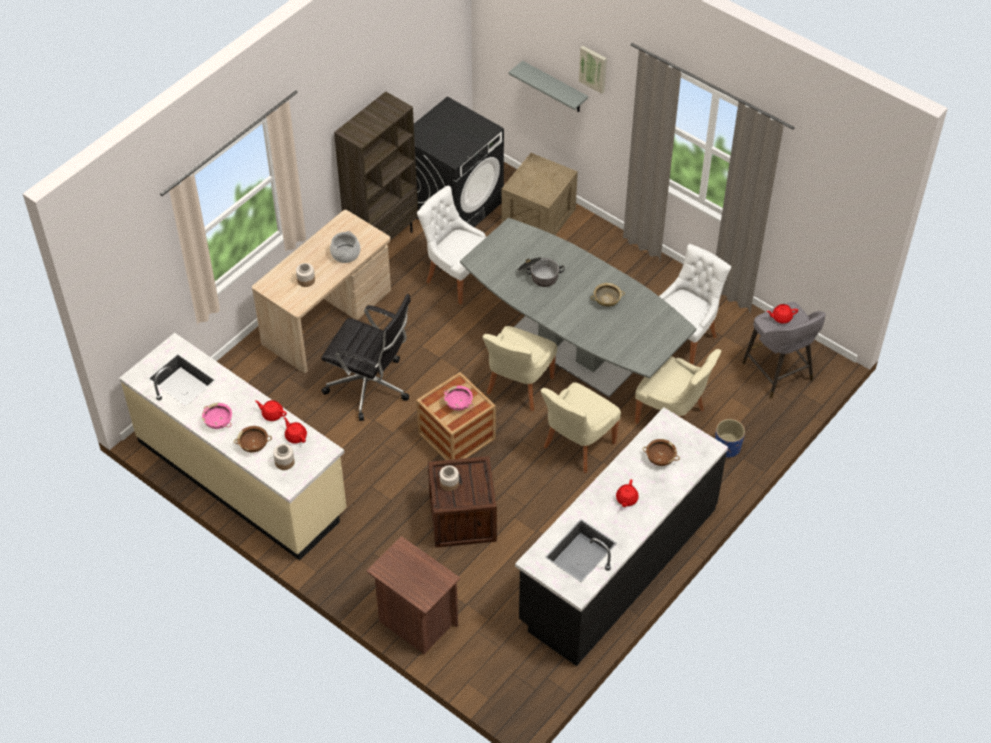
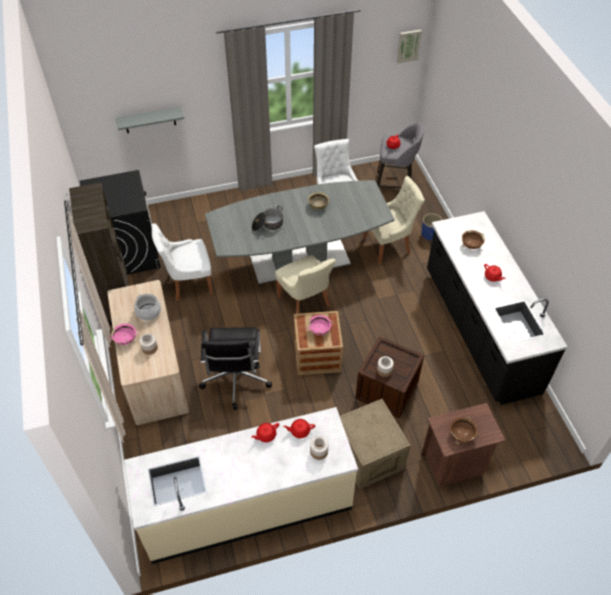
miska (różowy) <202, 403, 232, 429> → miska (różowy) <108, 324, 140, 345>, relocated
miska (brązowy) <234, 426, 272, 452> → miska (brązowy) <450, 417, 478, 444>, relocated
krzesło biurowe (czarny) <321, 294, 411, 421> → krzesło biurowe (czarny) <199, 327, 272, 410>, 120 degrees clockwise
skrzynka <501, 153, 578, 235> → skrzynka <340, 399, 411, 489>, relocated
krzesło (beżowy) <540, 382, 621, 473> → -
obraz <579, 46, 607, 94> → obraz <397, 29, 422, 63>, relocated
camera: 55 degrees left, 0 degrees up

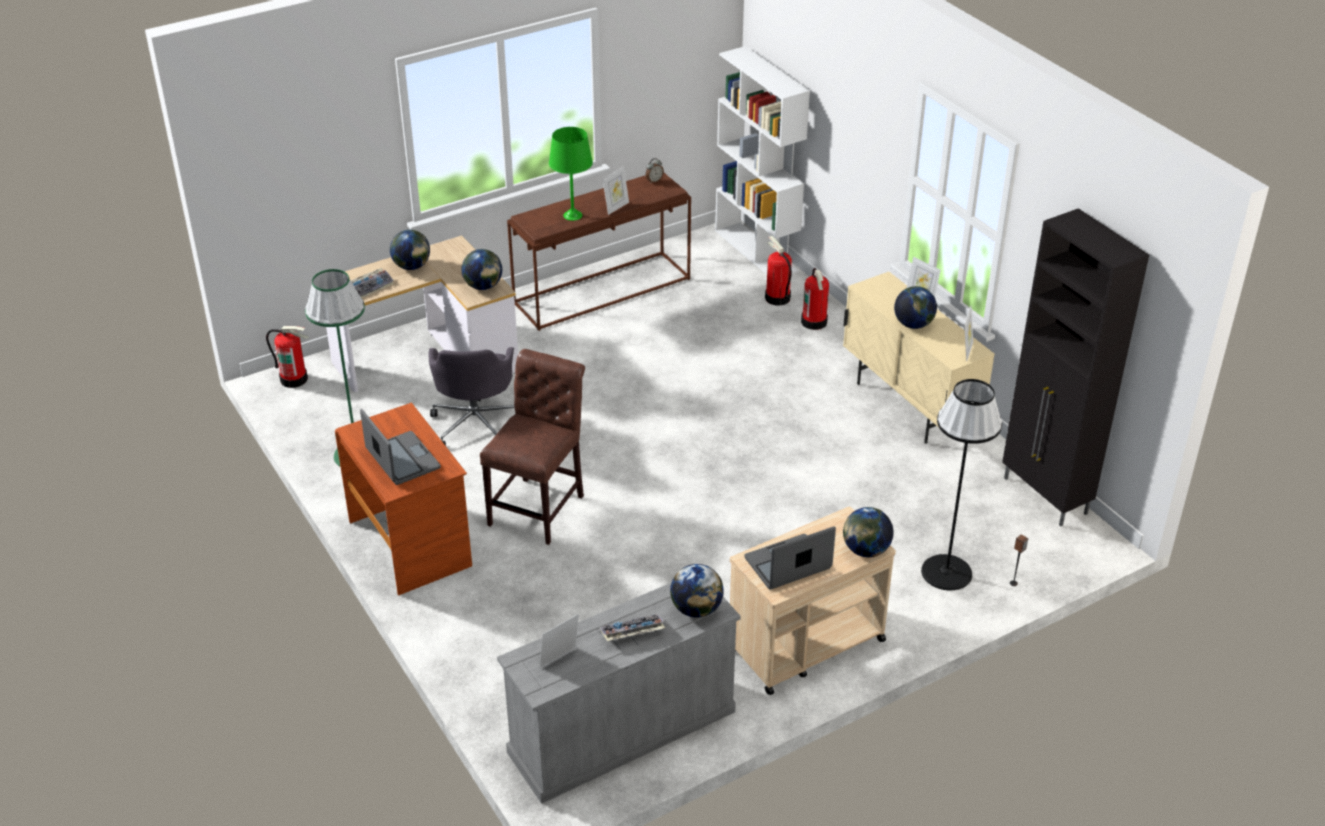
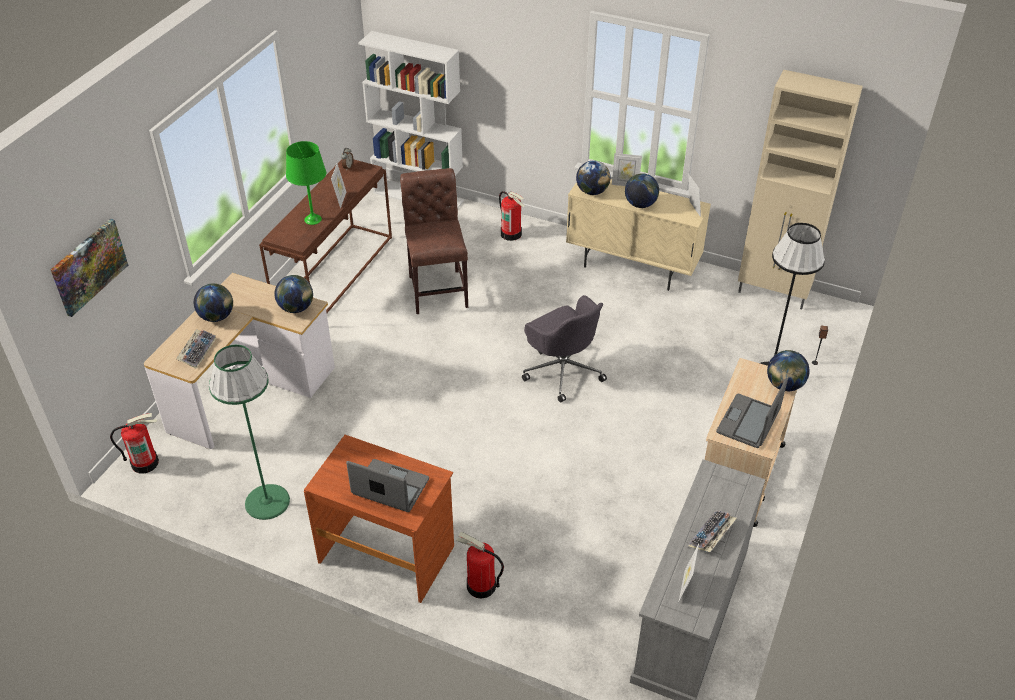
krzesło biurowe (szary) <429, 347, 515, 446> → krzesło biurowe (szary) <522, 295, 607, 403>, relocated
krzesło (brązowy) <480, 349, 585, 545> → krzesło (brązowy) <400, 168, 468, 314>, relocated
globus <670, 564, 724, 618> → globus <576, 160, 611, 195>, relocated
gaśnica <765, 236, 792, 305> → gaśnica <456, 532, 504, 599>, relocated
szafka (czarny) <1002, 208, 1149, 527> → szafka (beżowy) <738, 70, 863, 310>
- → obraz <50, 219, 128, 317>
camera: 35 degrees left, 5 degrees up

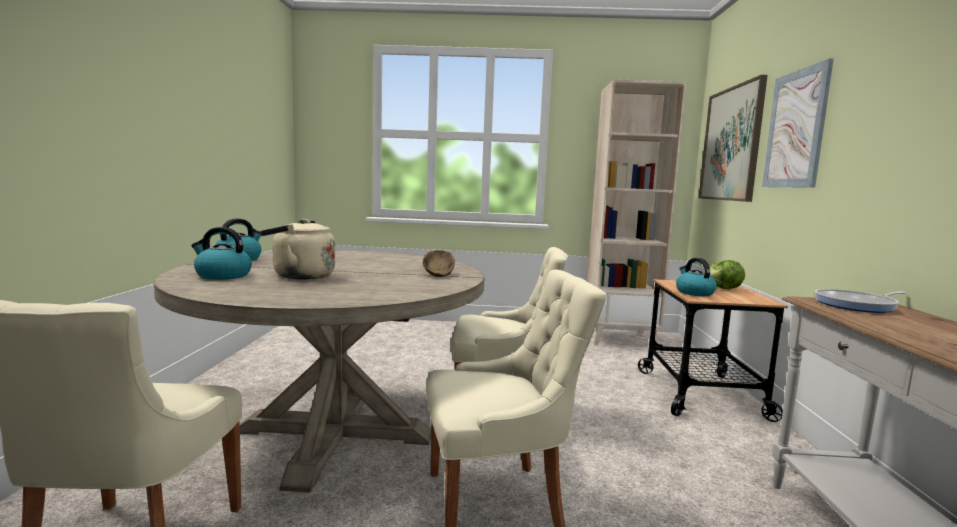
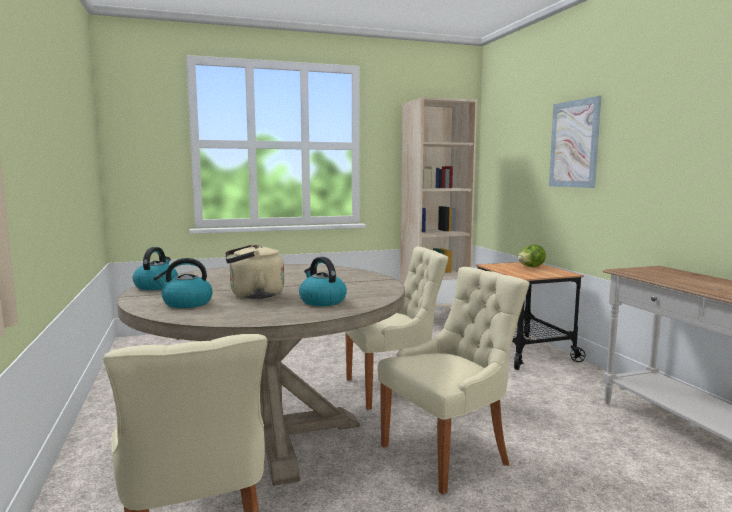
miska (brązowy) <423, 250, 455, 277> → -
czajnik <676, 258, 717, 296> → czajnik <299, 257, 347, 306>, relocated
obraz <699, 75, 768, 202> → -
patelnia <815, 289, 907, 313> → -
camera: 20 degrees left, 0 degrees up

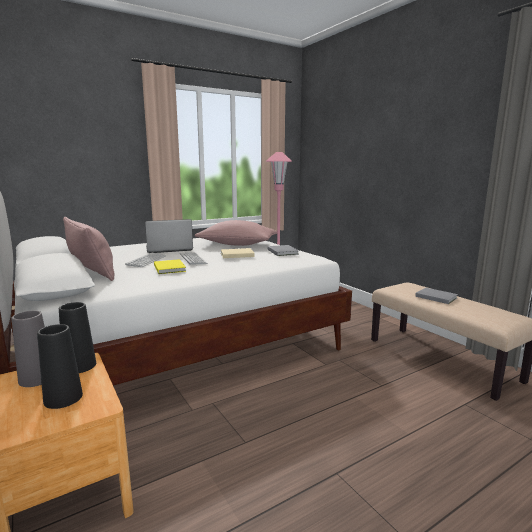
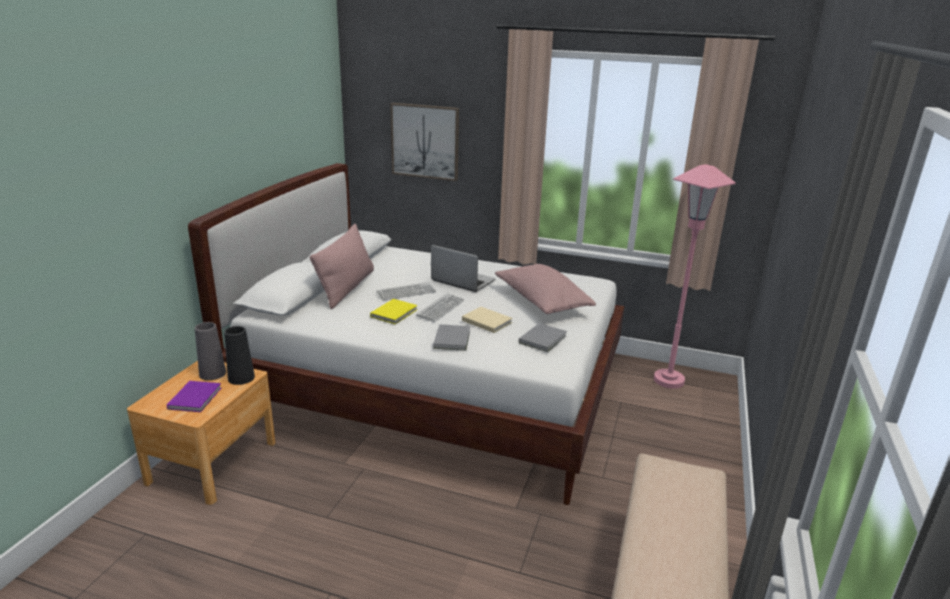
wazon (czarny) <37, 324, 83, 409> → książka (fioletowy) <167, 381, 221, 412>
książka (szary) <415, 288, 458, 304> → książka (szary) <433, 324, 470, 351>, relocated
- → obraz <390, 103, 459, 181>
camera: 50 degrees right, 10 degrees up

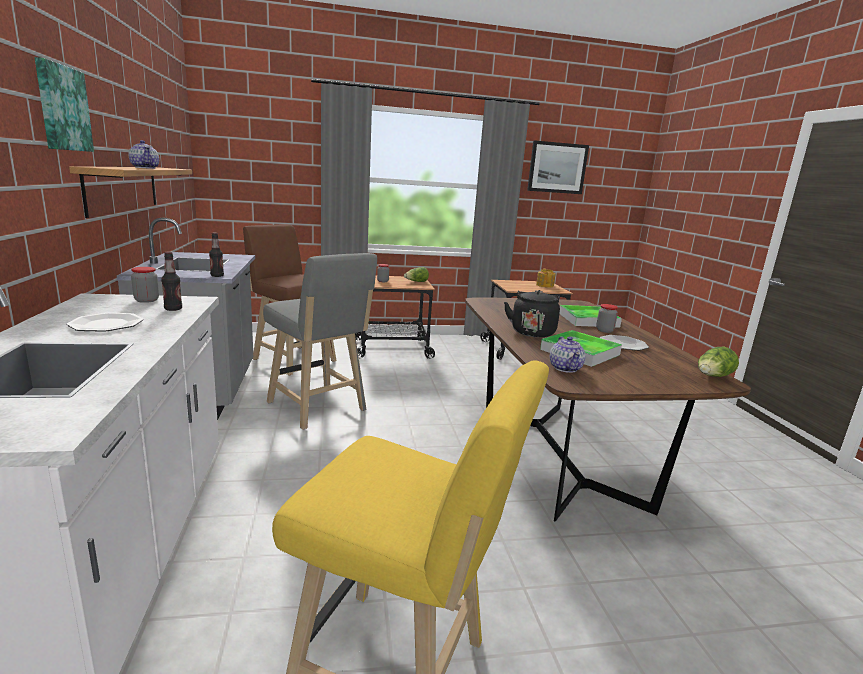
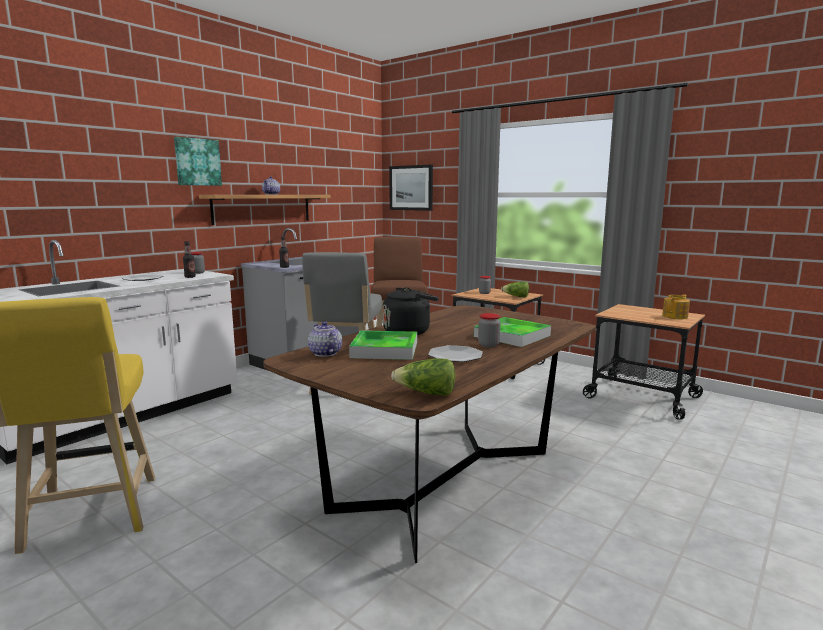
obraz <527, 140, 589, 194> → obraz <389, 164, 433, 211>, relocated
imbryk <550, 336, 586, 373> → imbryk <308, 321, 342, 357>, 105 degrees clockwise
camera: 50 degrees right, 5 degrees down

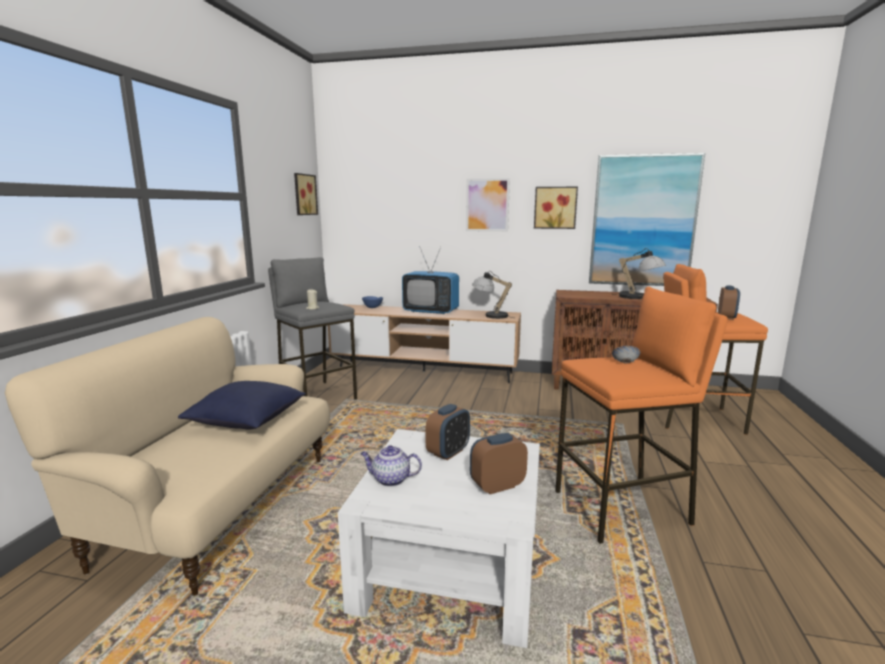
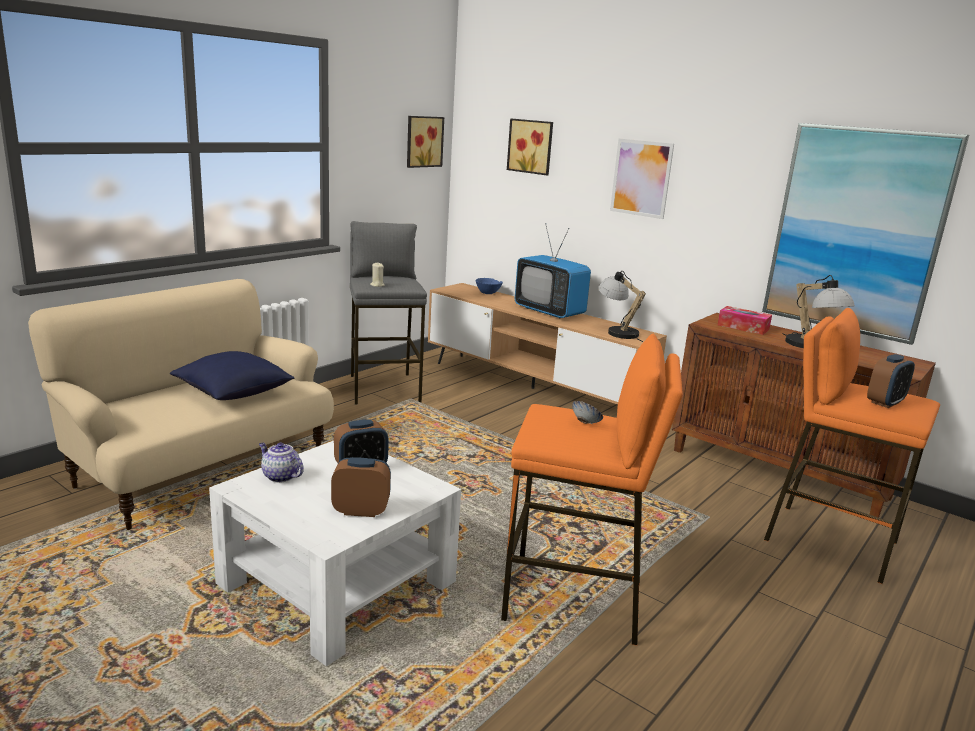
obraz <534, 187, 578, 229> → obraz <507, 119, 553, 175>, relocated
- → pudełko chusteczek <718, 306, 772, 335>
camera: 25 degrees right, 5 degrees up

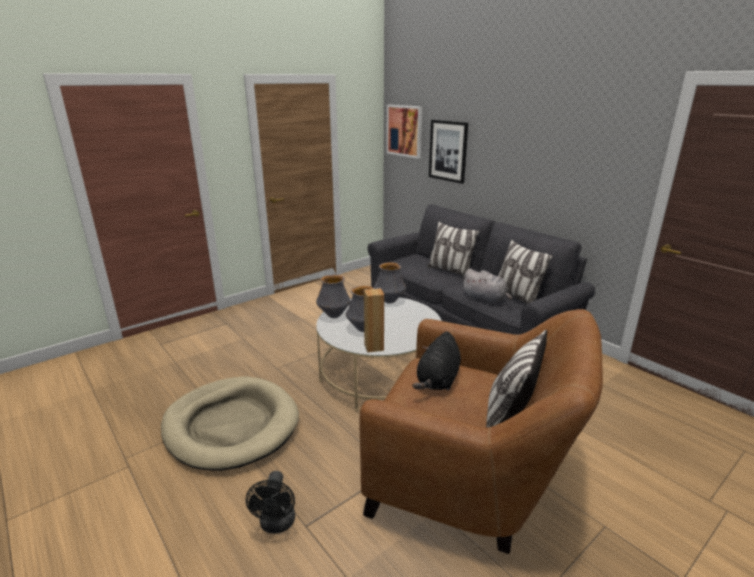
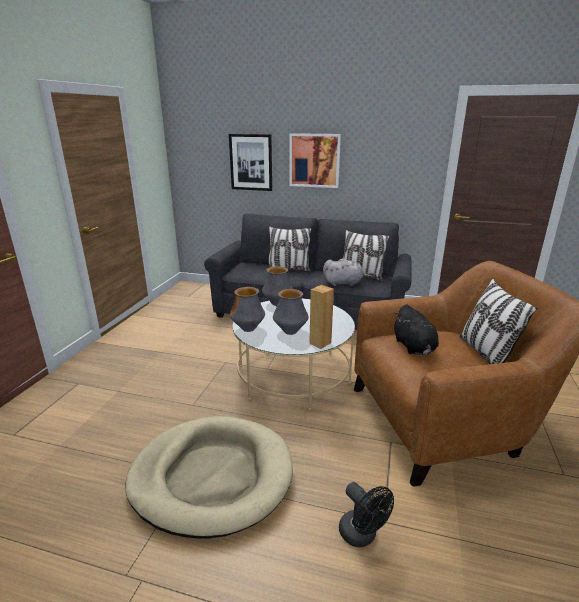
obraz <386, 105, 422, 159> → obraz <290, 133, 341, 188>, relocated
camera: 35 degrees left, 0 degrees up

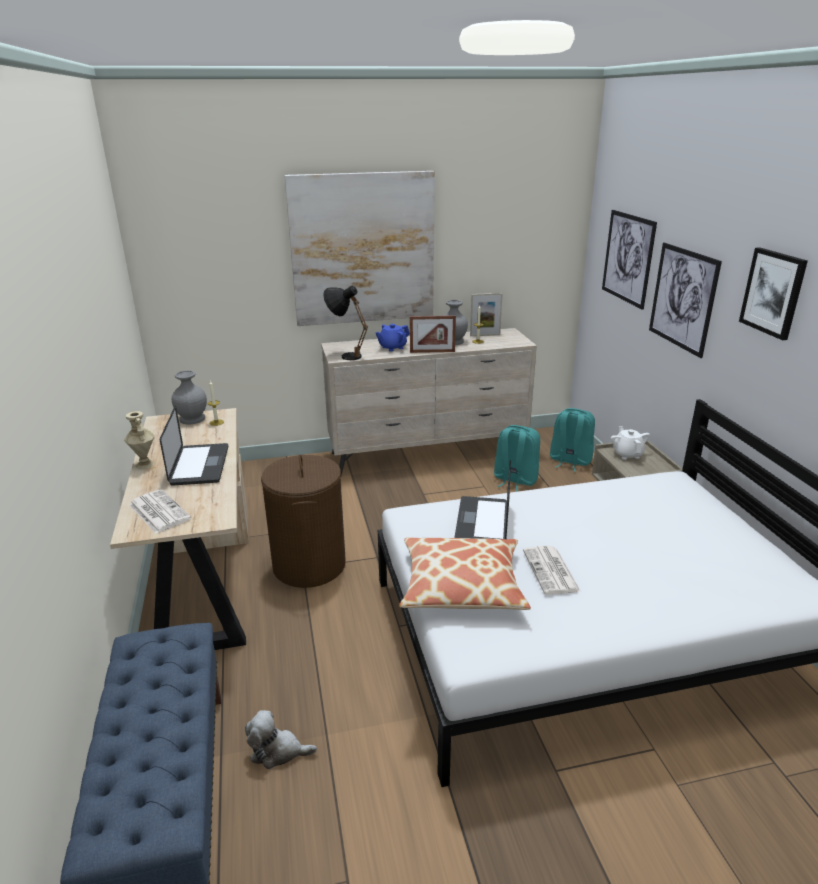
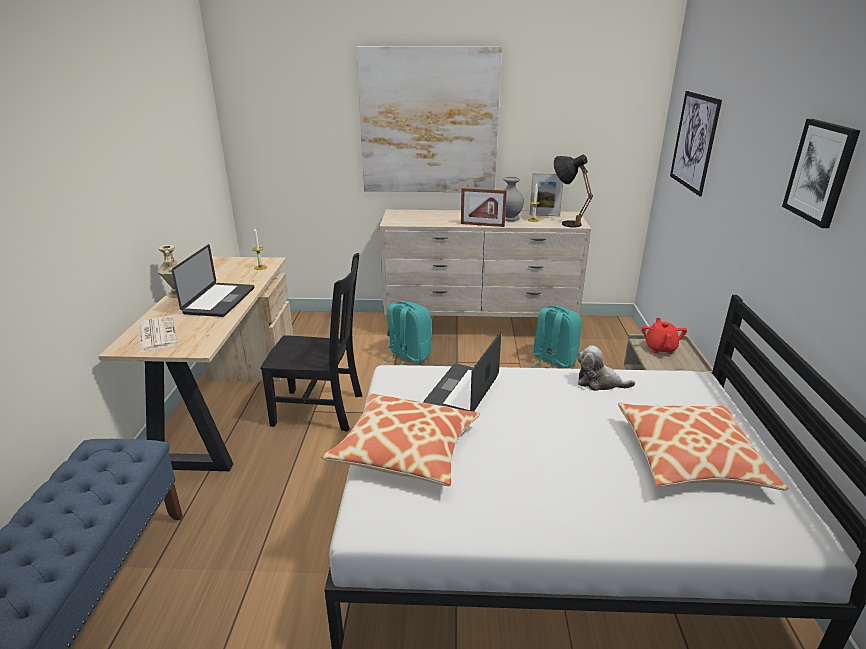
wazon (szary) <172, 370, 207, 424> → -
pluszak <245, 710, 317, 769> → pluszak <577, 345, 635, 391>, relocated
kosz na pranie (brązowy) <261, 455, 346, 588> → krzesło (czarny) <260, 253, 362, 432>
lampa stołowa (czarny) <323, 285, 368, 360> → lampa stołowa (czarny) <554, 154, 593, 228>, relocated
imbryk (niebieski) <376, 324, 410, 352> → -
gazeta <523, 546, 581, 595> → -
plecak (turkusowy) <550, 408, 595, 472> → plecak (turkusowy) <384, 301, 432, 365>, relocated
imbryk (biały) <611, 426, 650, 460> → imbryk (czerwony) <642, 318, 687, 354>
obraz <649, 243, 722, 358> → -
- → poduszka <618, 403, 788, 491>
camera: 15 degrees right, 0 degrees up

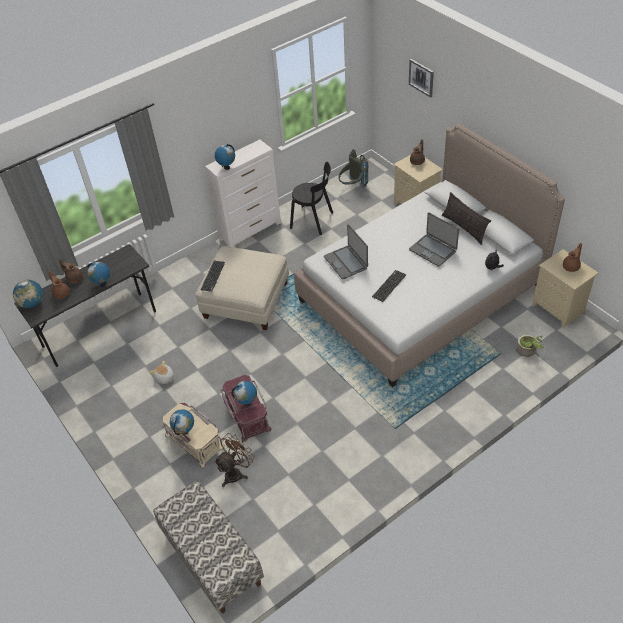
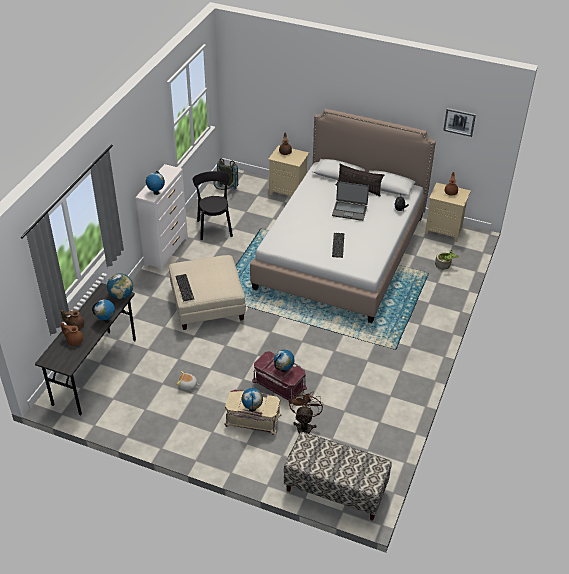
globus <13, 280, 43, 308> → globus <107, 273, 133, 299>, relocated
krzesło (czarny) <290, 162, 333, 235> → krzesło (czarny) <193, 171, 233, 240>, 90 degrees counterclockwise
laptop <324, 224, 368, 279> → -
obraz <409, 59, 434, 98> → obraz <443, 108, 476, 137>, relocated
camera: 35 degrees left, 5 degrees down

